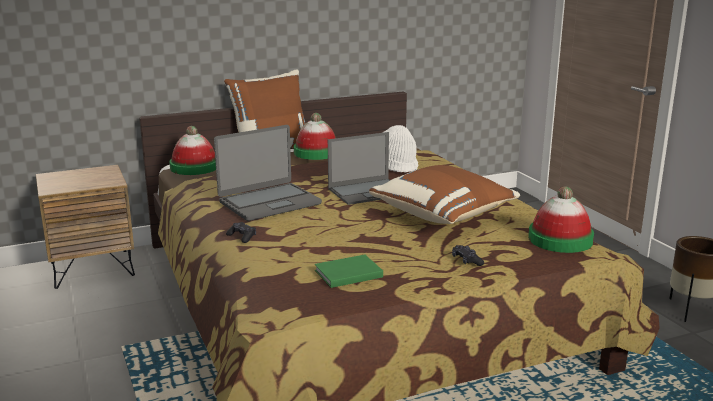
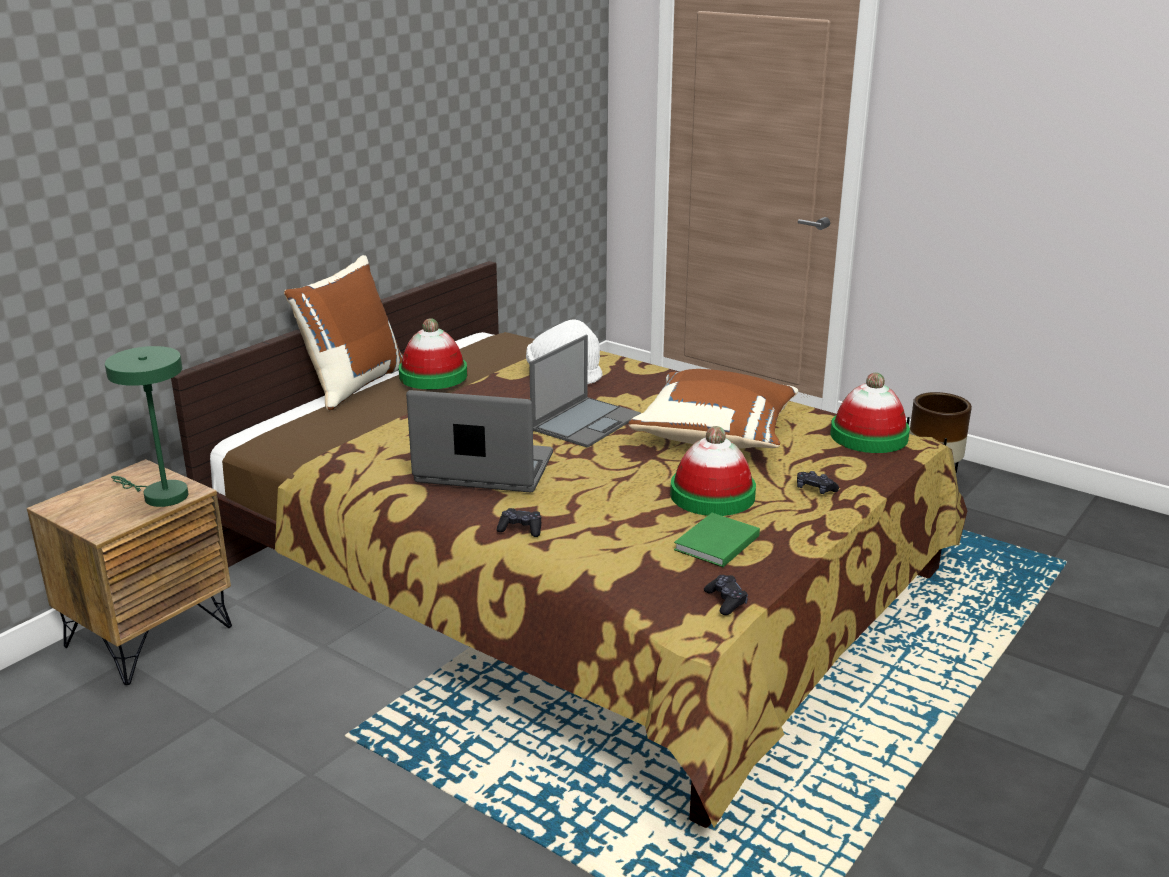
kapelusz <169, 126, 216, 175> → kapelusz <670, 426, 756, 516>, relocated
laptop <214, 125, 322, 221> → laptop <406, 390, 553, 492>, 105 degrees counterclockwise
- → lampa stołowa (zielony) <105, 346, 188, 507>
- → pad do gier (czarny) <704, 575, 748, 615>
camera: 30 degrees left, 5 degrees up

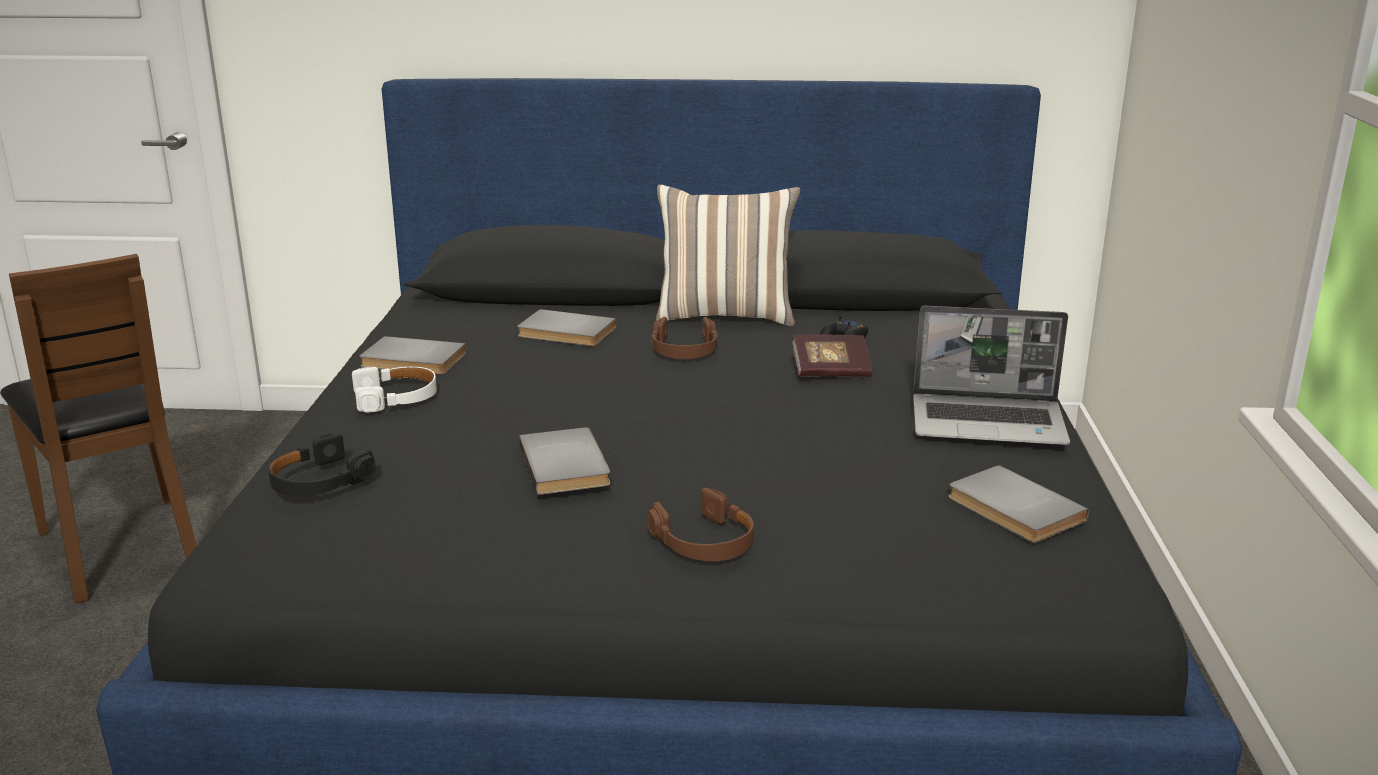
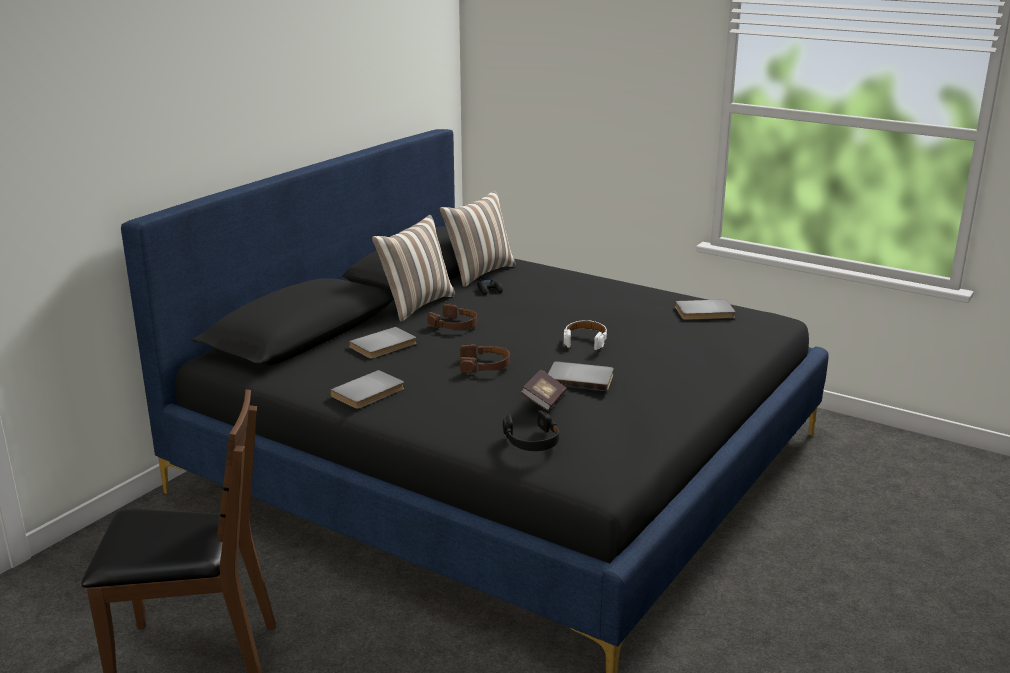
słuchawki (biały) <352, 367, 437, 413> → słuchawki (biały) <564, 320, 607, 350>, relocated
słuchawki (brązowy) <647, 488, 754, 561> → słuchawki (brązowy) <460, 344, 510, 373>, relocated
książka <792, 335, 873, 377> → książka <521, 369, 566, 411>, relocated
laptop <913, 306, 1070, 445> → -
- → poduszka <440, 190, 516, 287>
camera: 60 degrees left, 0 degrees up

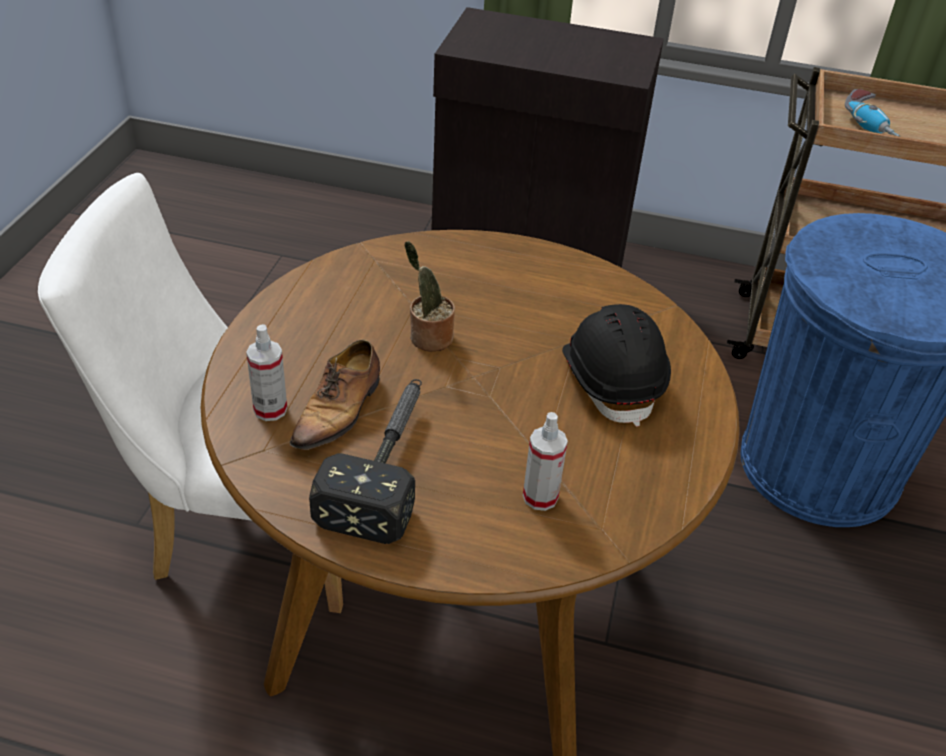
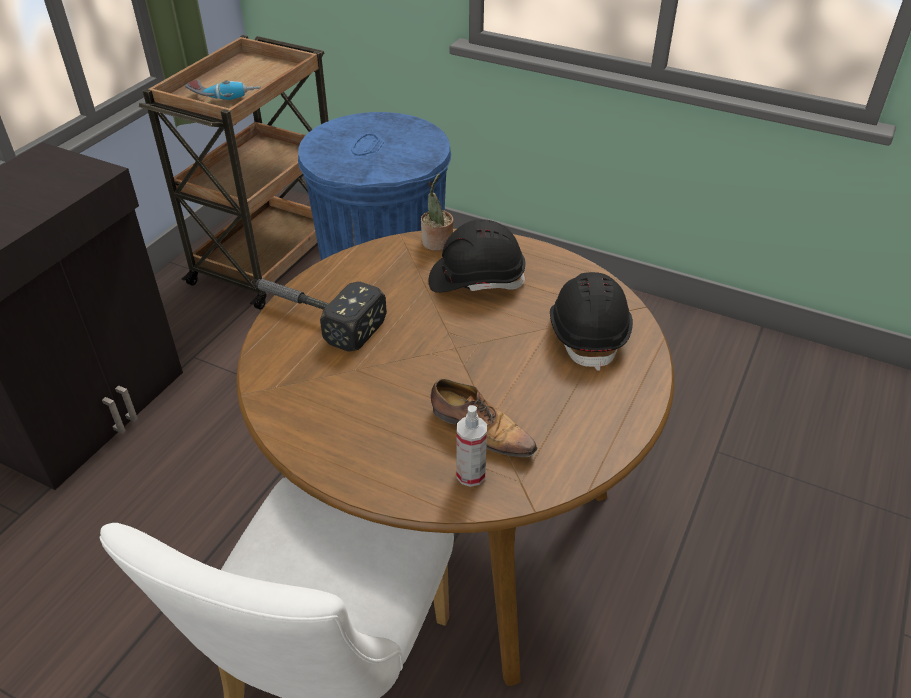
młotek <309, 379, 422, 544> → młotek <251, 279, 387, 352>, relocated
roślina doniczkowa <404, 241, 455, 352> → roślina doniczkowa <421, 174, 454, 251>, relocated
spryskiwacz <523, 412, 568, 511> → kask (czarny) <550, 272, 633, 371>
camera: 75 degrees left, 0 degrees up

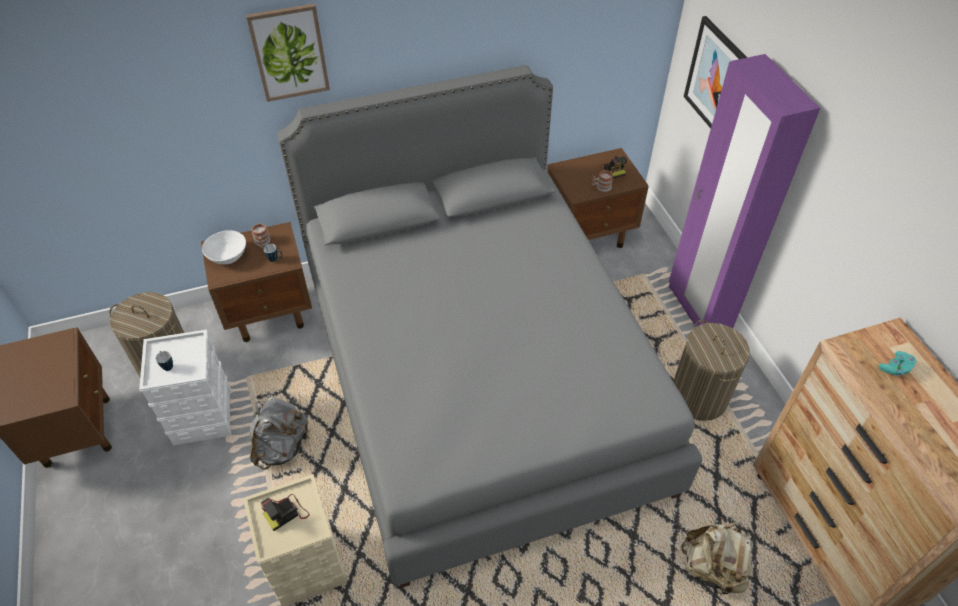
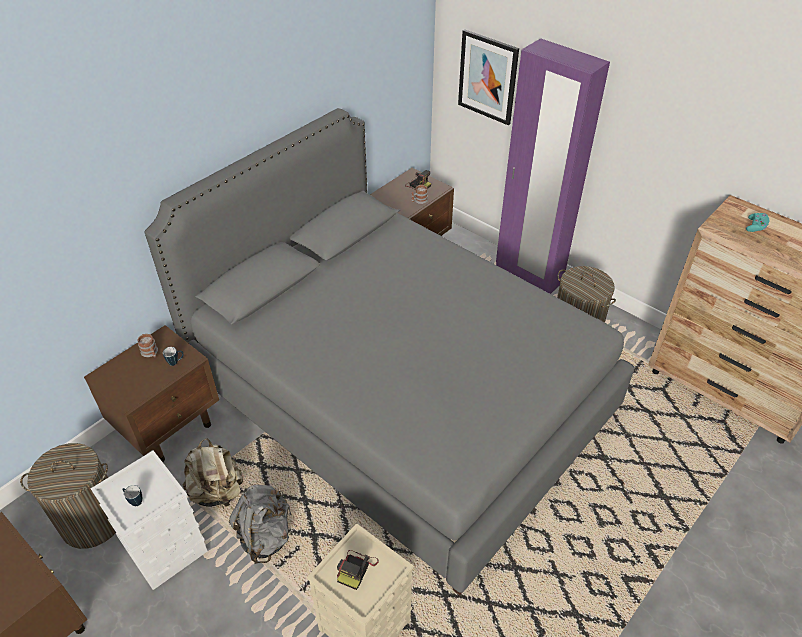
miska (biały) <202, 230, 246, 264> → -
obraz <246, 3, 330, 102> → -
plecak (beżowy) <681, 522, 753, 598> → plecak (beżowy) <183, 438, 243, 509>, relocated
camera: 30 degrees left, 5 degrees down

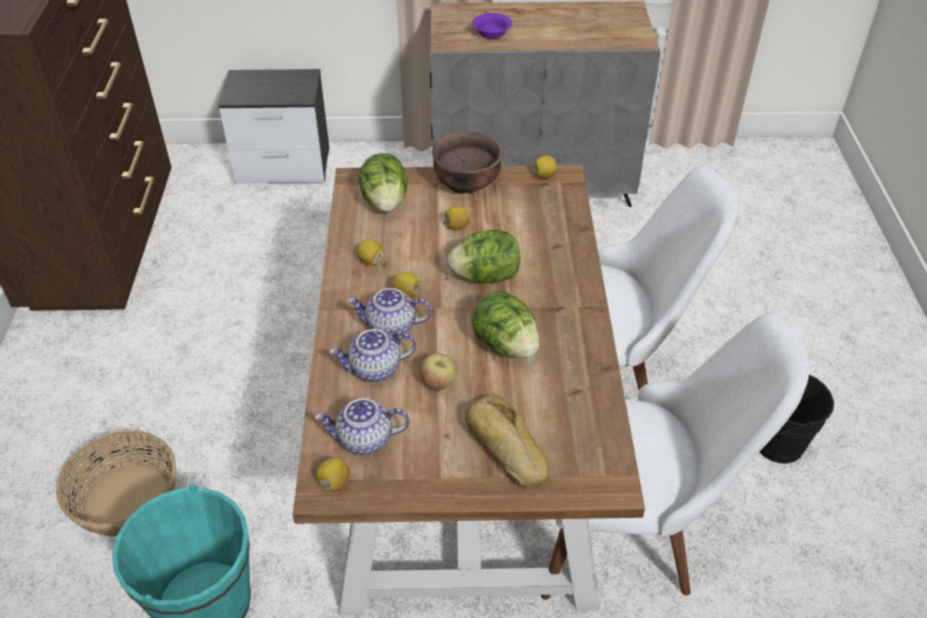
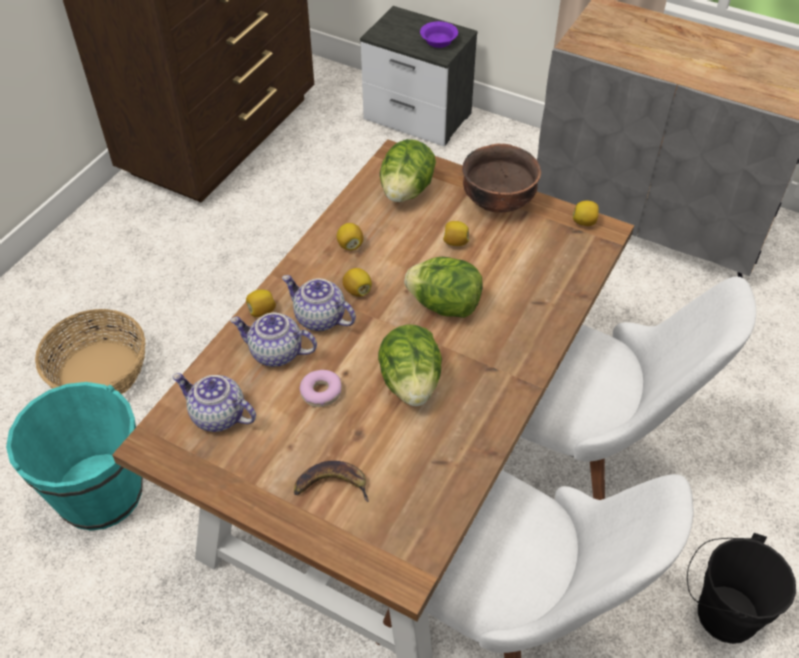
cytryna <316, 458, 350, 492> → cytryna <246, 289, 276, 317>, relocated
jabłko <420, 353, 457, 391> → donut <300, 370, 341, 407>
chleb <465, 395, 550, 488> → banan <294, 461, 369, 502>
miska (fioletowy) <472, 13, 512, 39> → miska (fioletowy) <420, 21, 458, 48>, relocated
camera: 30 degrees right, 5 degrees up

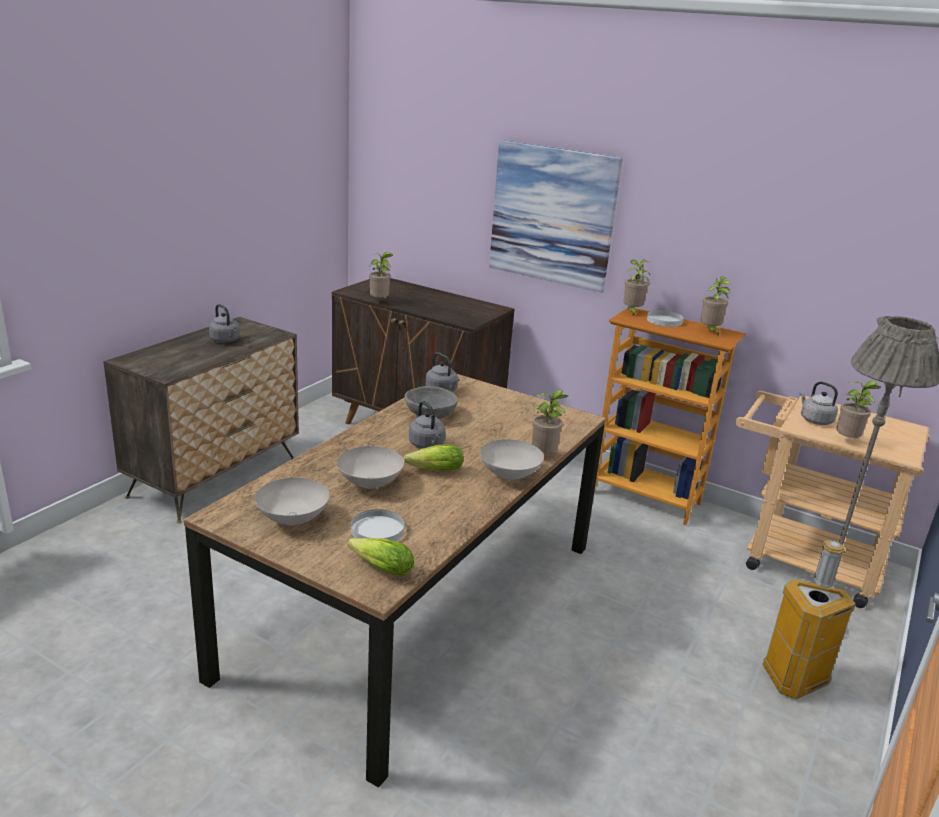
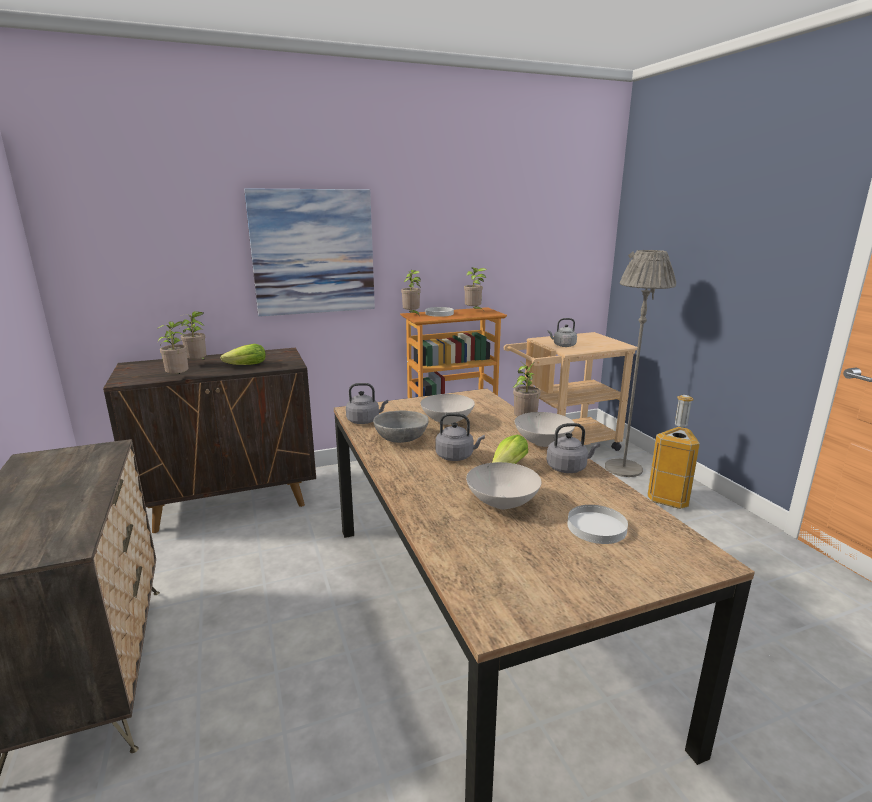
czajnik (szary) <209, 304, 240, 342> → czajnik (szary) <546, 423, 600, 473>, relocated
miska (biały) <255, 478, 329, 525> → miska (biały) <420, 394, 475, 425>, relocated
sałata <348, 538, 414, 576> → sałata <220, 344, 266, 365>, relocated
roślina doniczkowa <836, 381, 881, 439> → roślina doniczkowa <180, 311, 207, 360>, relocated
camera: 50 degrees left, 5 degrees down

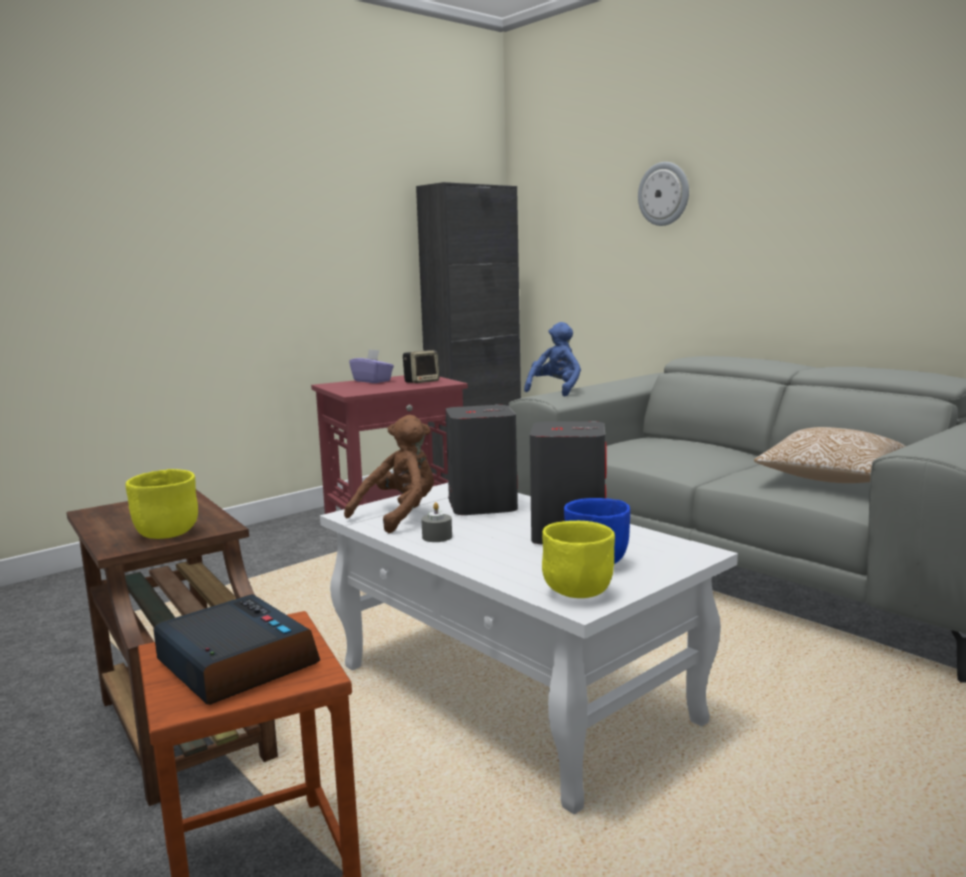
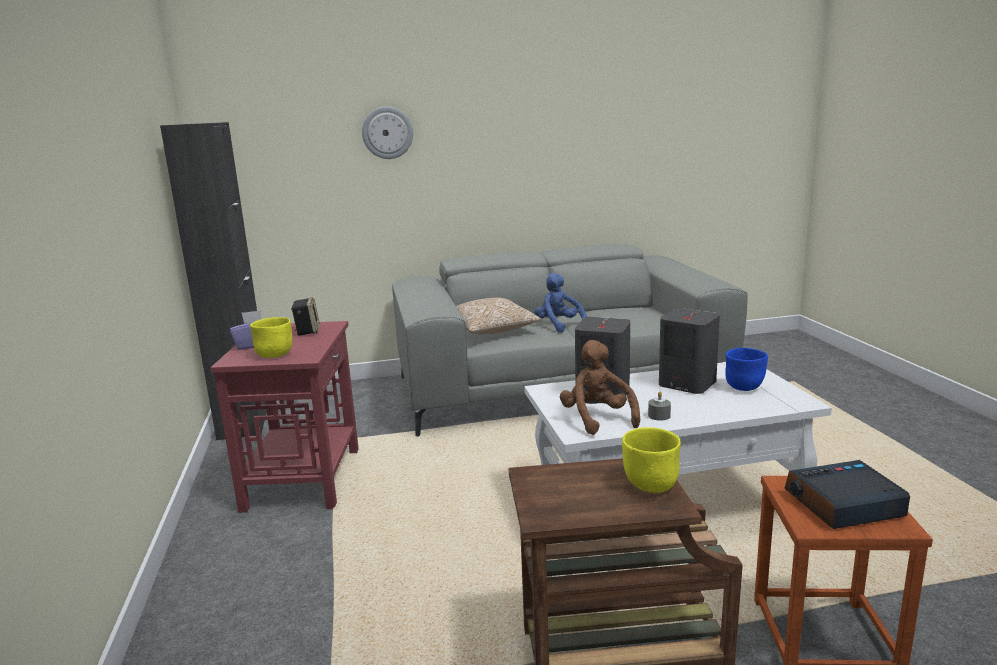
pluszak (niebieski) <524, 322, 581, 396> → pluszak (niebieski) <535, 273, 587, 333>, relocated
miska (żółty) <542, 521, 615, 598> → miska (żółty) <250, 317, 292, 358>, relocated
poduszka <754, 427, 906, 483> → poduszka <456, 297, 542, 334>, relocated
camera: 60 degrees left, 5 degrees up

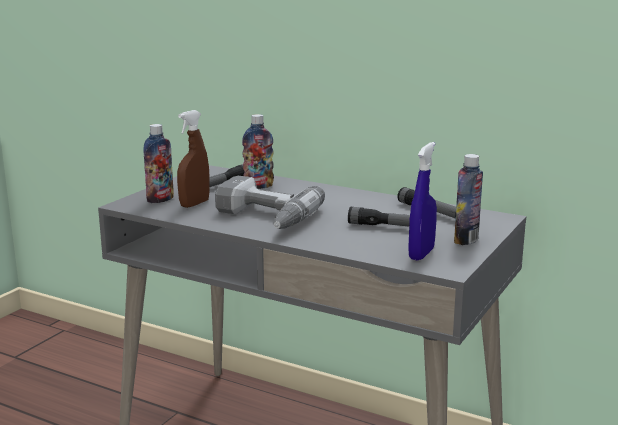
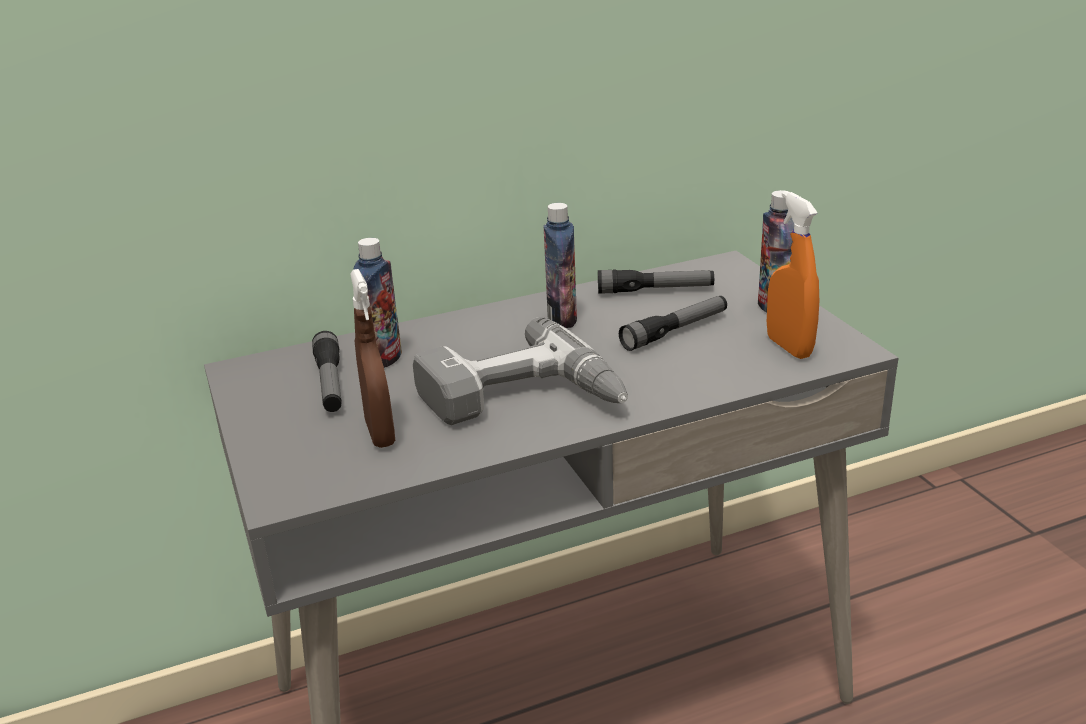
butelka <144, 124, 174, 203> → butelka <543, 203, 577, 328>, relocated
spryskiwacz (niebieski) <408, 142, 437, 260> → spryskiwacz (pomarańczowy) <767, 191, 819, 359>
camera: 50 degrees left, 10 degrees up

